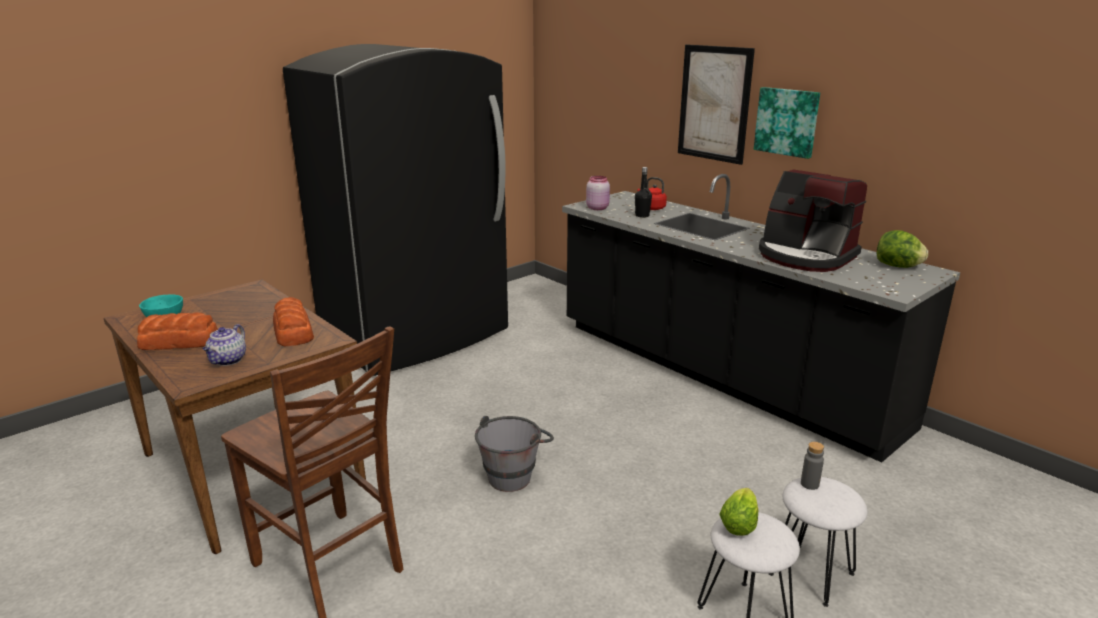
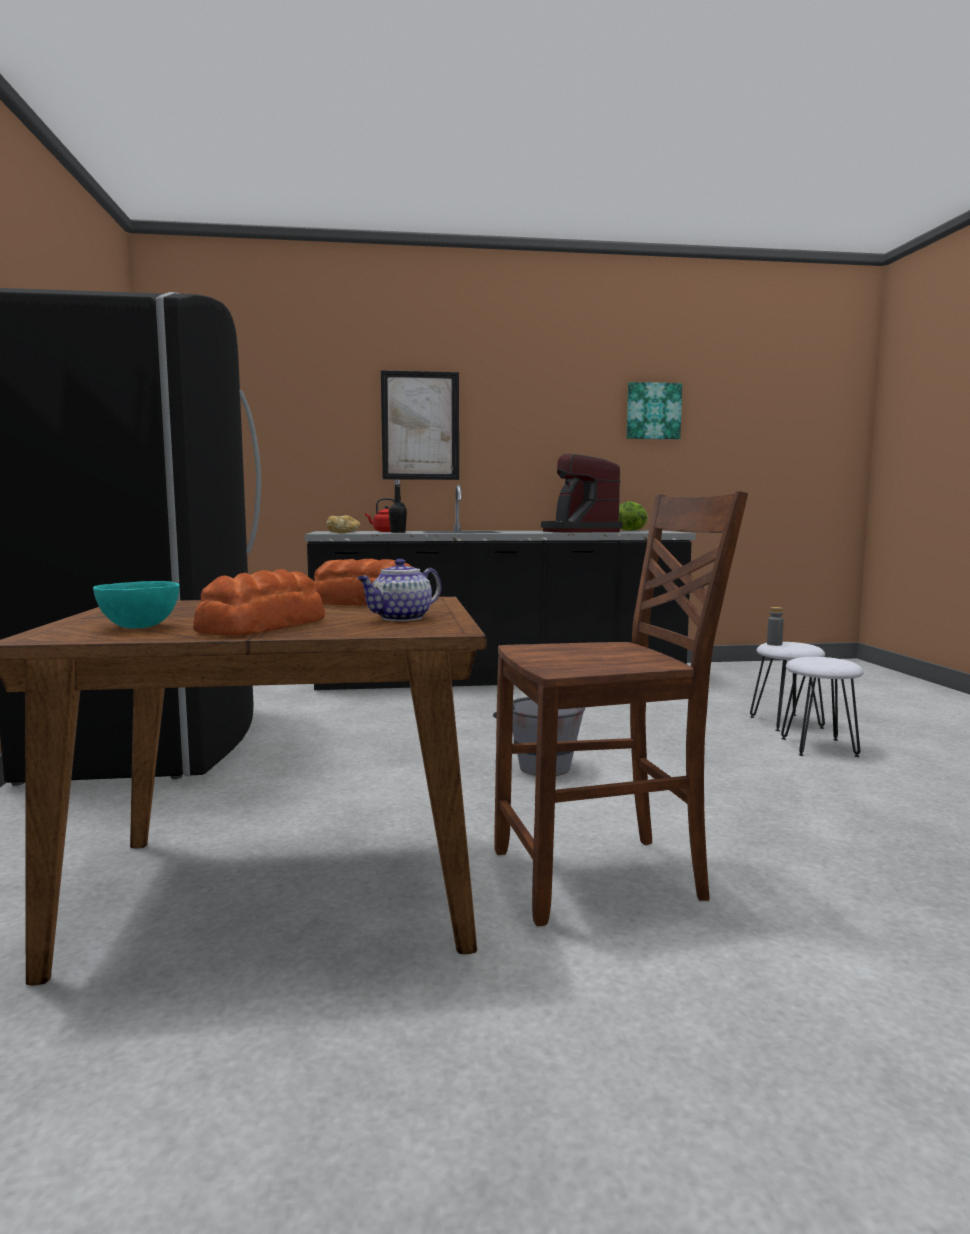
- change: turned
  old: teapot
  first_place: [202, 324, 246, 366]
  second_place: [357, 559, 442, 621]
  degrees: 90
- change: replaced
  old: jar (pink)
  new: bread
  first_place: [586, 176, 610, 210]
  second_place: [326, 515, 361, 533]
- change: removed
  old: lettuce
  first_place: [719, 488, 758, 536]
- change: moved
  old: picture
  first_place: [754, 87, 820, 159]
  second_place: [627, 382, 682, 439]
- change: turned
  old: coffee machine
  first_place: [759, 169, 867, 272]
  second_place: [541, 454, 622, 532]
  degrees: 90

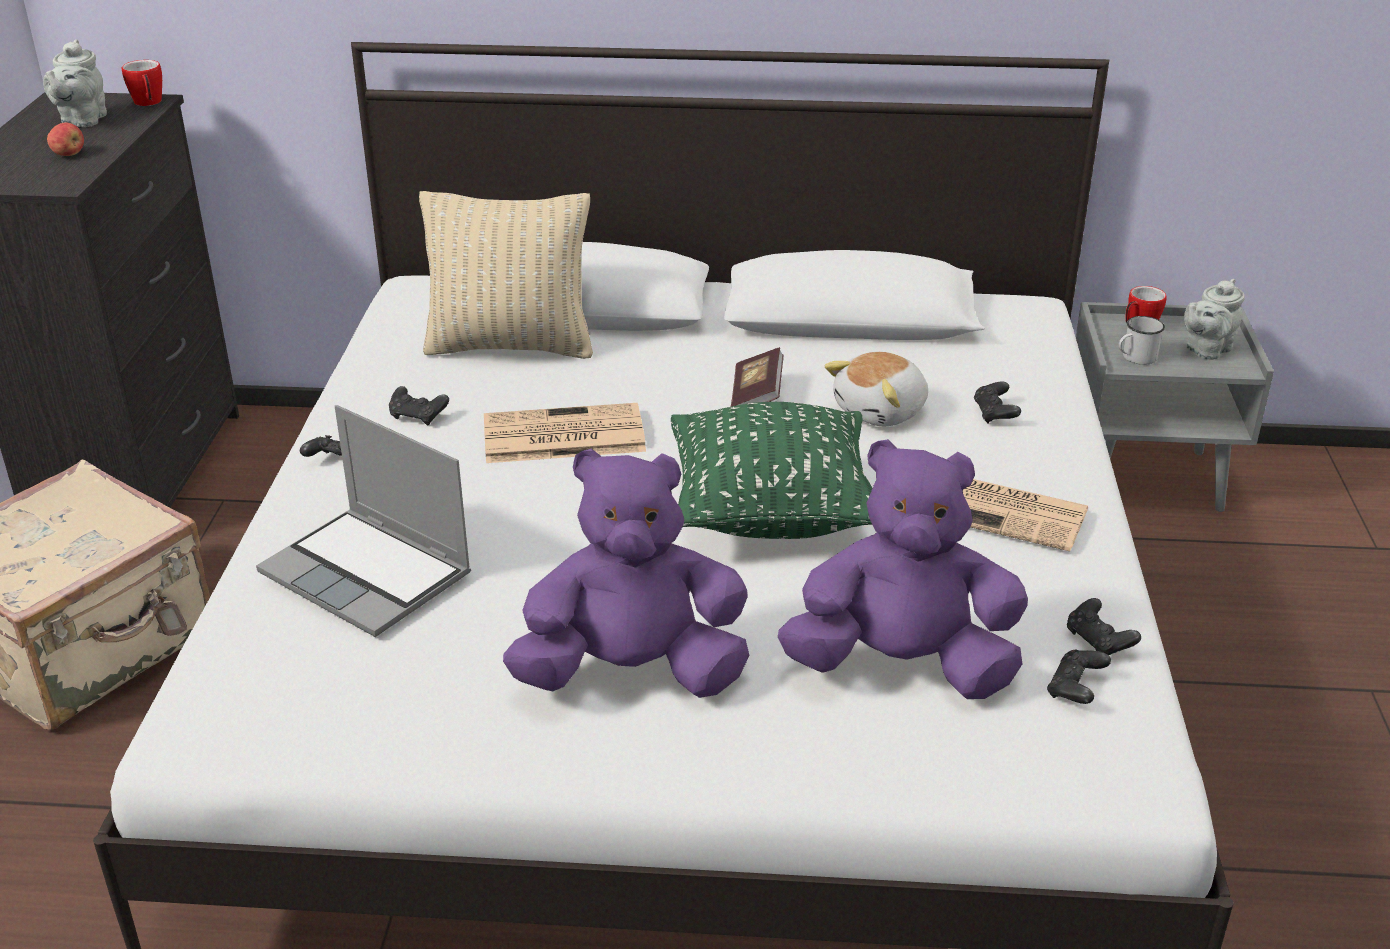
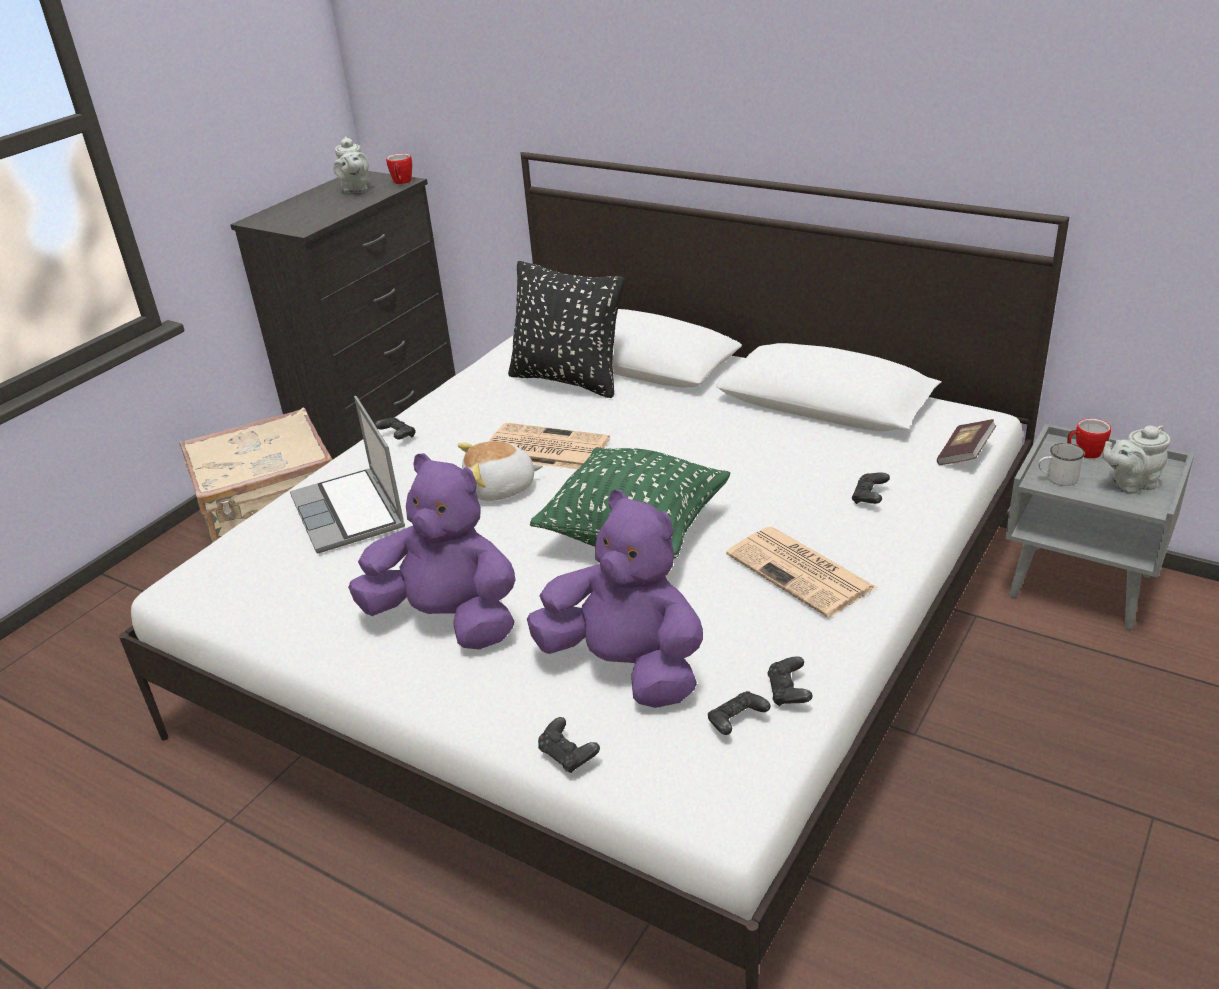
- change: turned
  old: teapot (grey)
  first_place: [43, 39, 107, 127]
  second_place: [333, 137, 369, 193]
  degrees: -45
- change: removed
  old: apple
  first_place: [47, 123, 84, 156]
- change: moved
  old: game controller (black)
  first_place: [389, 386, 449, 425]
  second_place: [538, 717, 600, 773]
- change: recoloured
  old: pillow (beige)
  new: pillow (black)
  first_place: [419, 191, 593, 359]
  second_place: [508, 261, 624, 398]
- change: moved
  old: book
  first_place: [731, 347, 784, 407]
  second_place: [937, 419, 996, 465]
- change: moved
  old: plush toy
  first_place: [825, 352, 928, 426]
  second_place: [458, 441, 543, 501]

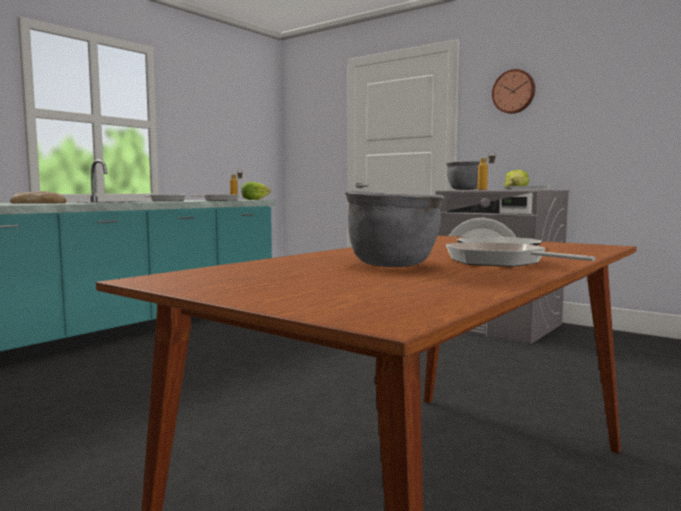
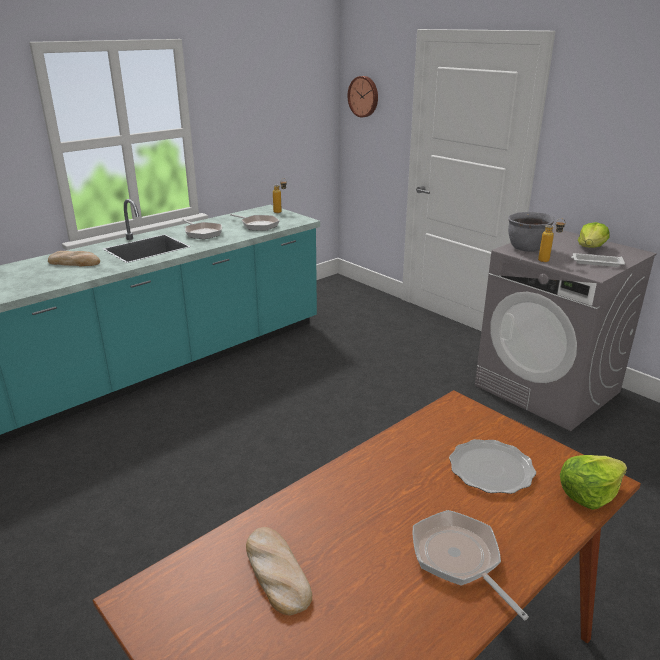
- change: moved
  old: lettuce
  first_place: [241, 182, 271, 200]
  second_place: [560, 455, 627, 510]
- change: removed
  old: cooking pot (grey)
  first_place: [345, 191, 445, 267]
- change: moved
  old: wall clock
  first_place: [492, 69, 535, 114]
  second_place: [348, 76, 378, 117]
- change: added
  new: bread
  second_place: [246, 527, 312, 615]

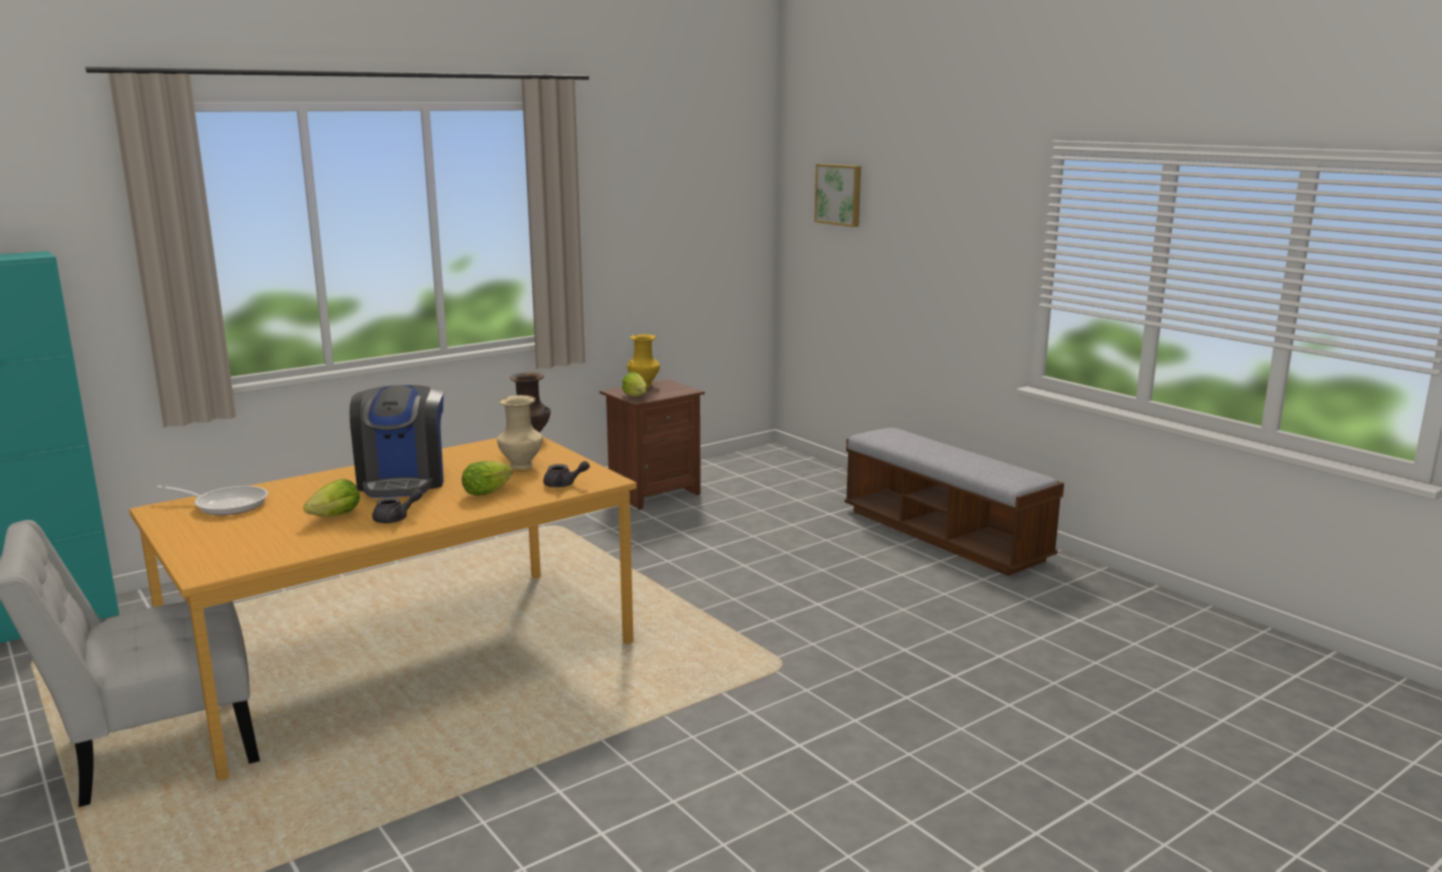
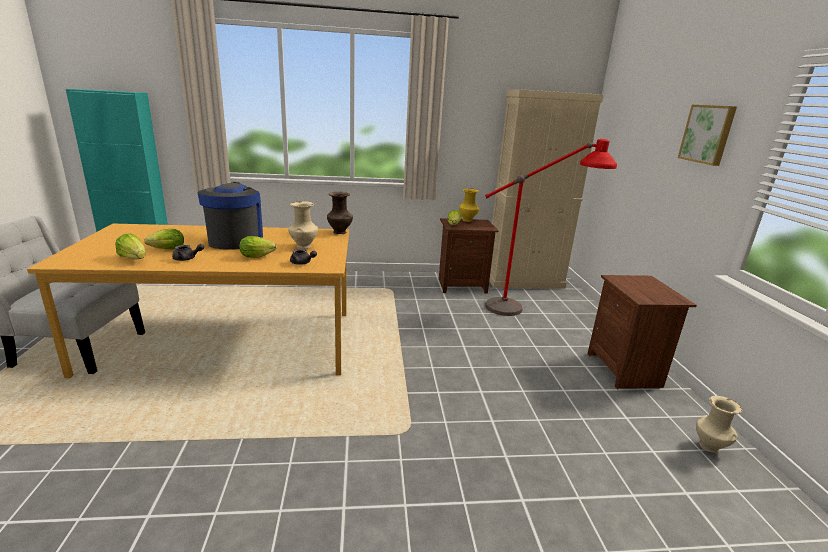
- change: removed
  old: frying pan
  first_place: [156, 486, 268, 515]
- change: turned
  old: coffee machine
  first_place: [350, 385, 444, 498]
  second_place: [198, 182, 263, 250]
  degrees: 150
- change: moved
  old: picture
  first_place: [814, 164, 861, 227]
  second_place: [678, 105, 737, 166]
- change: replaced
  old: bench
  new: nightstand (brown)
  first_place: [844, 428, 1064, 576]
  second_place: [588, 275, 697, 389]
- change: added
  new: lettuce
  second_place: [115, 234, 146, 259]
- change: added
  new: floor lamp (red)
  second_place: [485, 139, 617, 316]
- change: added
  new: cabinet (beige)
  second_place: [489, 89, 604, 289]
- change: added
  new: vase (beige)
  second_place: [696, 396, 743, 453]

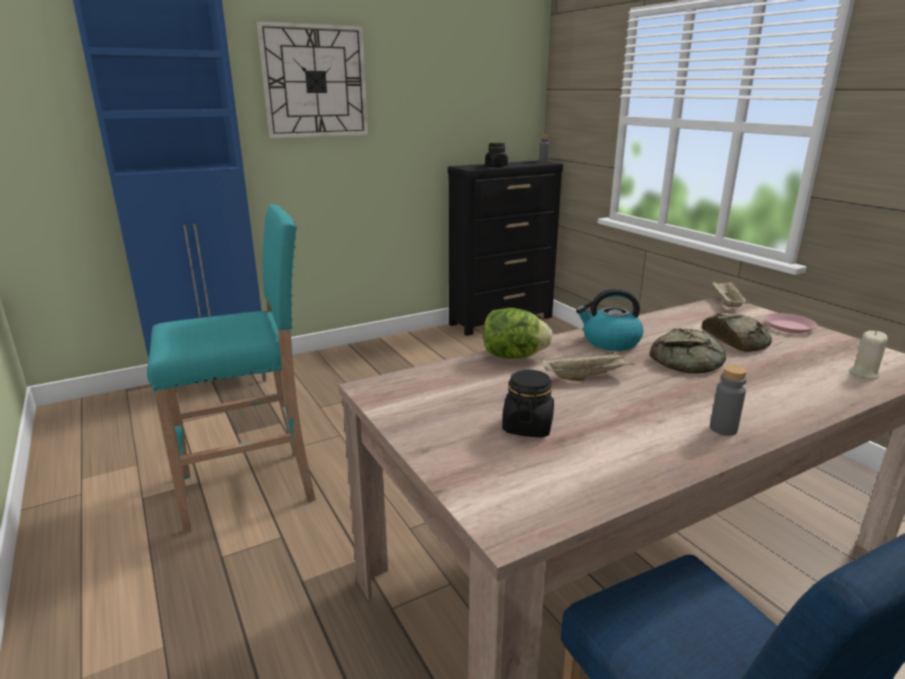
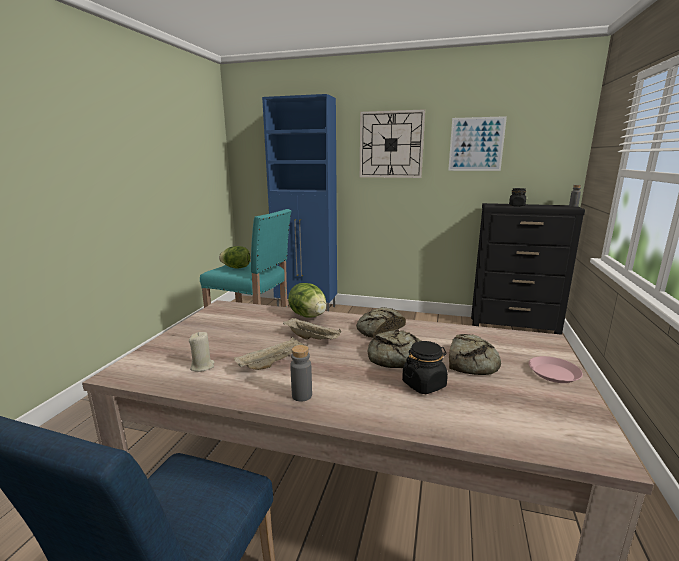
- change: moved
  old: jar (black)
  first_place: [502, 370, 554, 437]
  second_place: [402, 341, 448, 394]
- change: replaced
  old: kettle
  new: bread
  first_place: [576, 289, 643, 351]
  second_place: [356, 307, 406, 338]
- change: moved
  old: tray (beige)
  first_place: [712, 281, 748, 307]
  second_place: [234, 337, 307, 370]
- change: moved
  old: candle (beige)
  first_place: [849, 331, 888, 379]
  second_place: [189, 332, 215, 372]
- change: added
  new: lettuce
  second_place: [219, 246, 250, 268]
- change: added
  new: picture
  second_place: [448, 116, 507, 171]

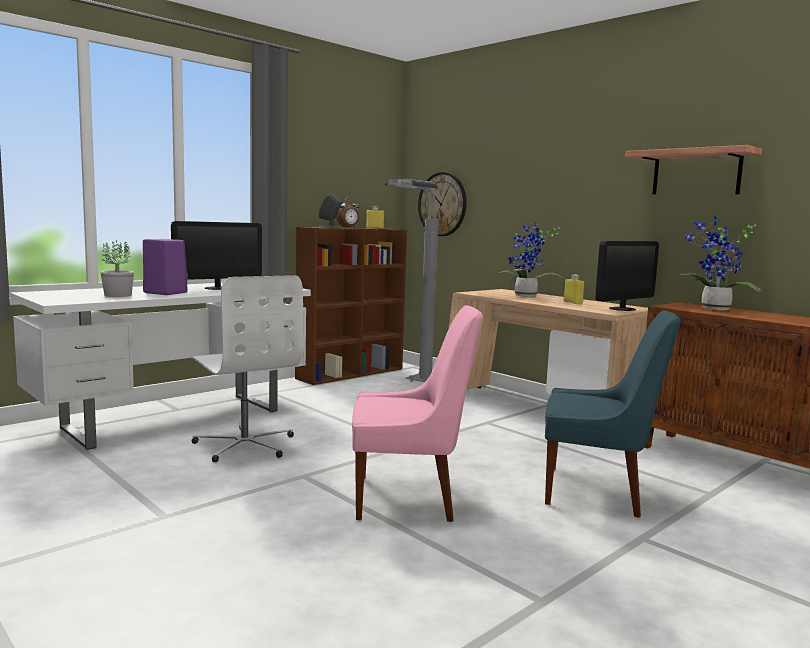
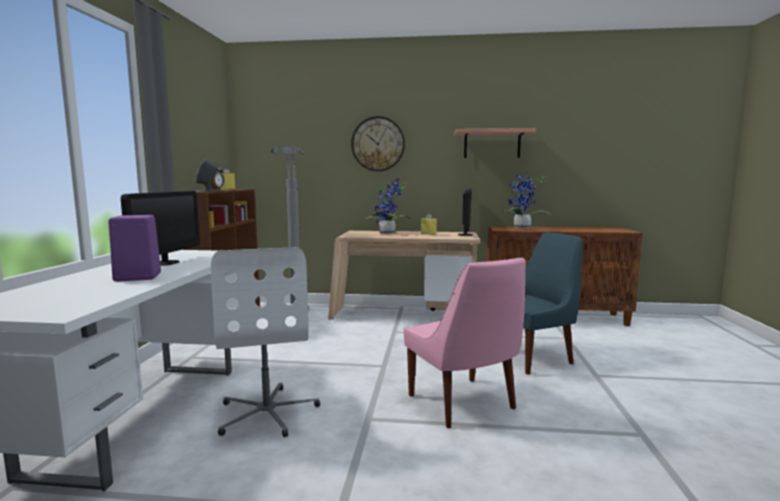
- change: removed
  old: potted plant
  first_place: [100, 240, 134, 297]
- change: turned
  old: office chair (white)
  first_place: [191, 275, 304, 463]
  second_place: [211, 247, 320, 437]
  degrees: 60
- change: turned
  old: chair (pink)
  first_place: [352, 305, 483, 522]
  second_place: [403, 257, 526, 428]
  degrees: 105
- change: moved
  old: wall clock
  first_place: [418, 172, 467, 236]
  second_place: [351, 116, 405, 171]

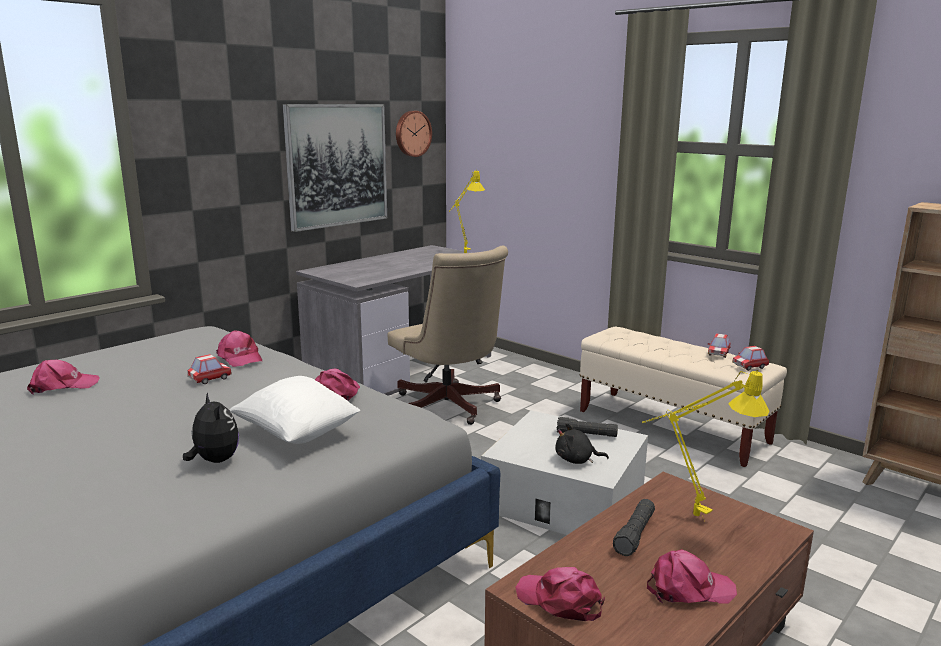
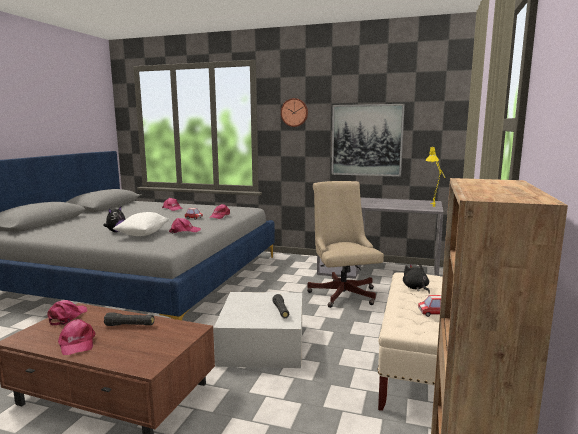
- change: turned
  old: office chair (beige)
  first_place: [387, 246, 508, 425]
  second_place: [307, 181, 384, 308]
  degrees: 135
- change: moved
  old: wall clock
  first_place: [396, 111, 432, 157]
  second_place: [281, 98, 308, 127]
- change: moved
  old: plush toy (black)
  first_place: [555, 423, 609, 464]
  second_place: [403, 264, 430, 294]
- change: removed
  old: table lamp (yellow)
  first_place: [642, 370, 769, 519]
- change: removed
  old: toy car
  first_place: [732, 346, 769, 371]

